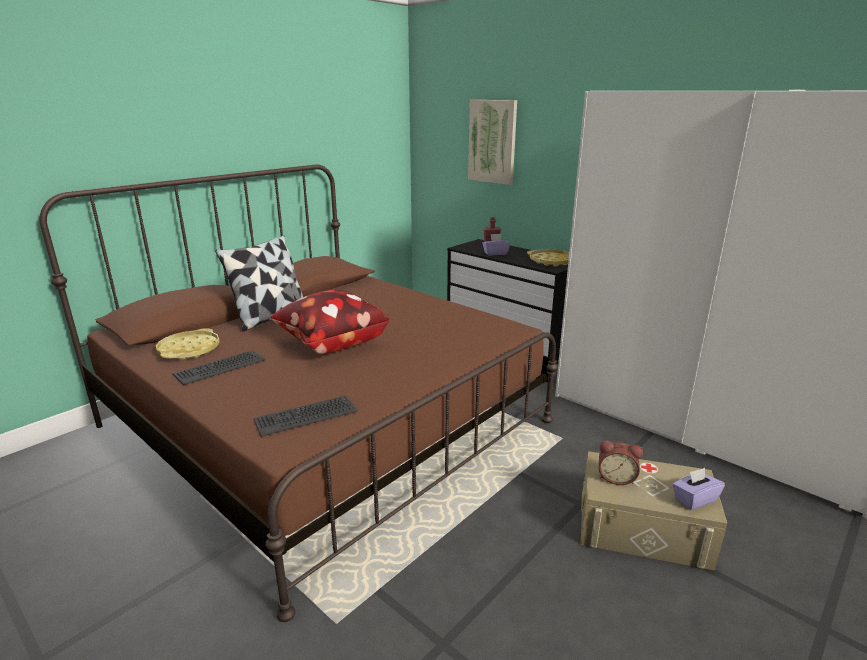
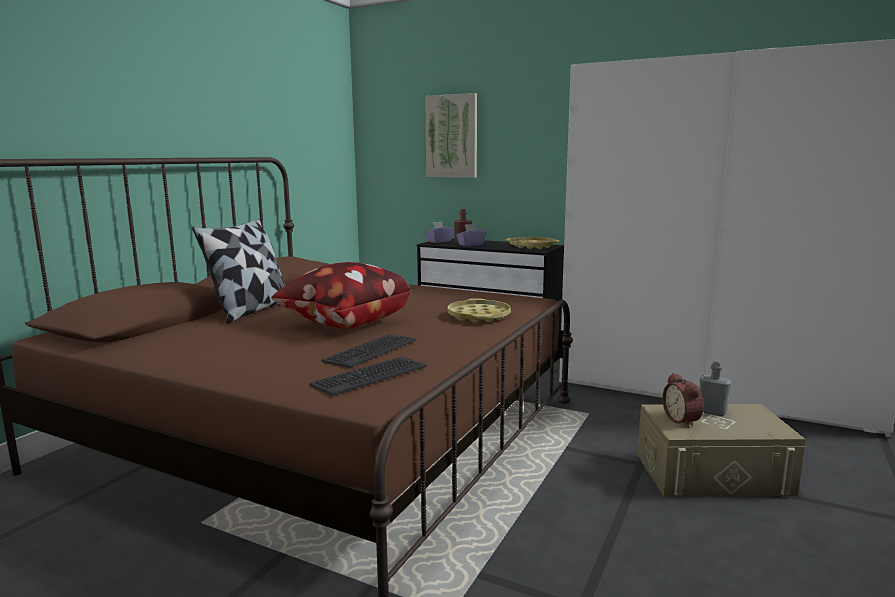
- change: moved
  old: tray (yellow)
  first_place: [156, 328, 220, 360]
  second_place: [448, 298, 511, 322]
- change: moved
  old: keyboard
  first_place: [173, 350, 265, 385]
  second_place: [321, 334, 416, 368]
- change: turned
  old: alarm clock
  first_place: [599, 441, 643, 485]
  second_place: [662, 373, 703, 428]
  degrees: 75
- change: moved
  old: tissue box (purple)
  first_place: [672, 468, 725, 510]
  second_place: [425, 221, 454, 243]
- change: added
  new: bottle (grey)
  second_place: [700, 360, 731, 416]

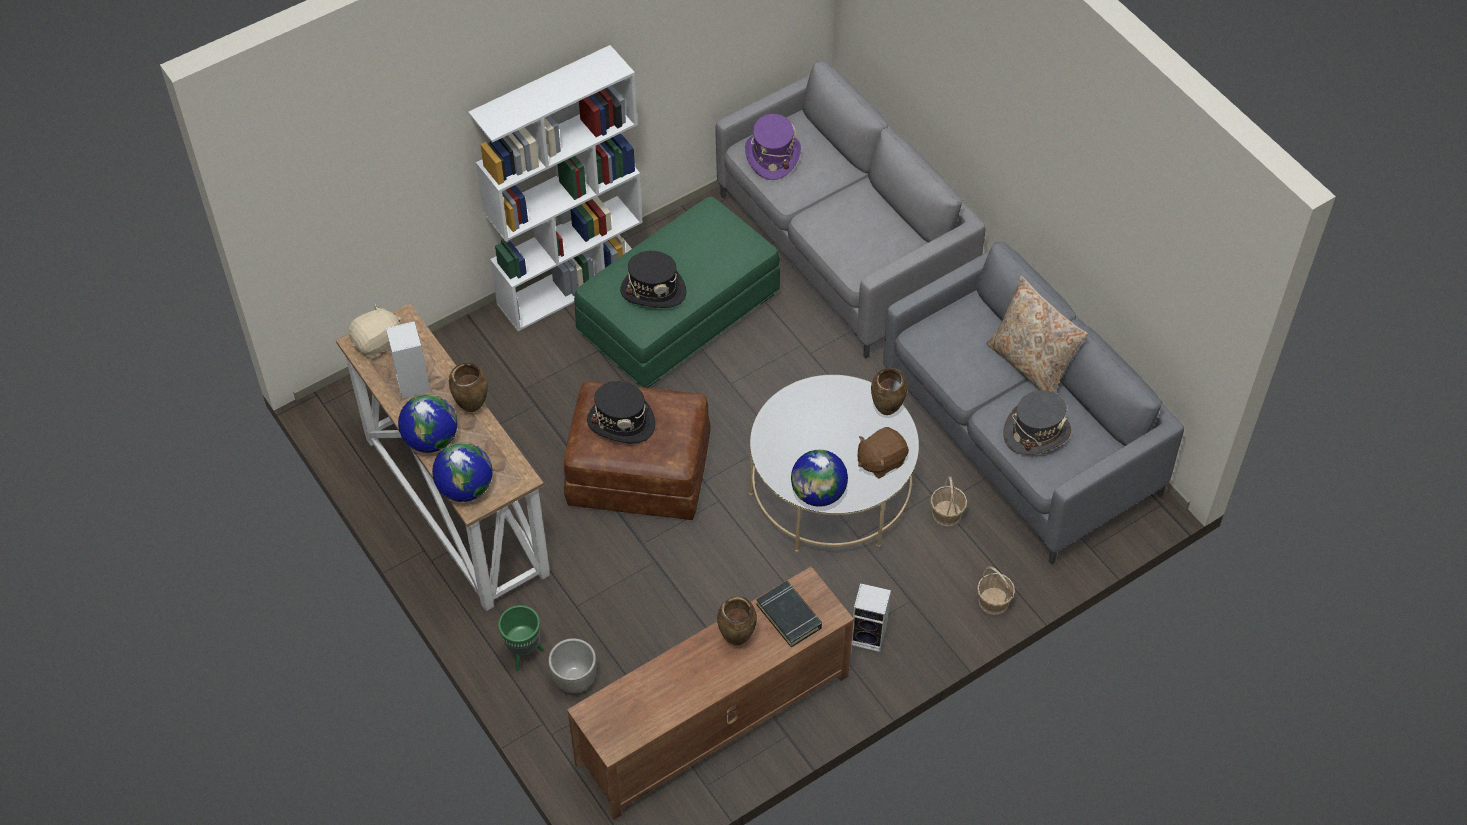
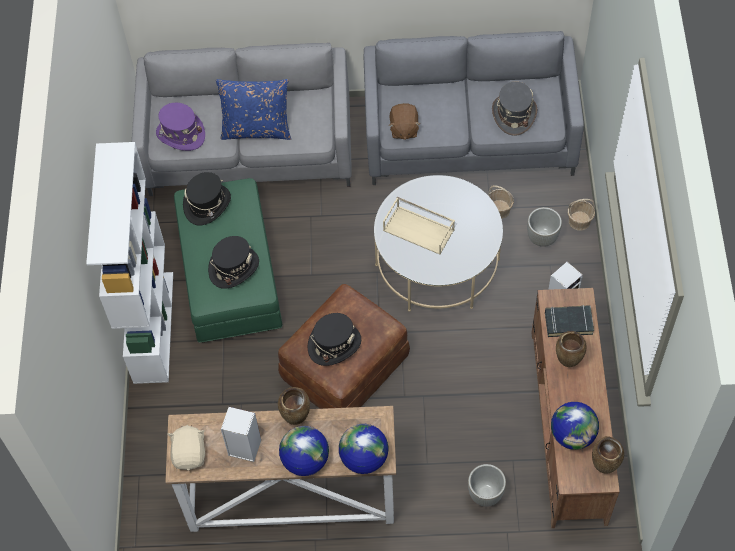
- change: removed
  old: planter (green)
  first_place: [498, 605, 544, 671]
- change: moved
  old: globe
  first_place: [791, 450, 848, 507]
  second_place: [551, 402, 599, 450]
- change: moved
  old: plush toy (brown)
  first_place: [858, 427, 909, 478]
  second_place: [389, 103, 420, 140]
- change: moved
  old: vase (brown)
  first_place: [871, 368, 908, 415]
  second_place: [592, 436, 624, 474]
- change: removed
  old: pillow (beige)
  first_place: [987, 276, 1088, 393]
- change: added
  new: hat (black)
  second_place: [183, 172, 231, 226]
- change: added
  new: pillow (blue)
  second_place: [216, 79, 291, 140]
- change: added
  new: tray (beige)
  second_place: [383, 197, 455, 255]
- change: added
  new: planter (grey)
  second_place: [527, 207, 562, 247]

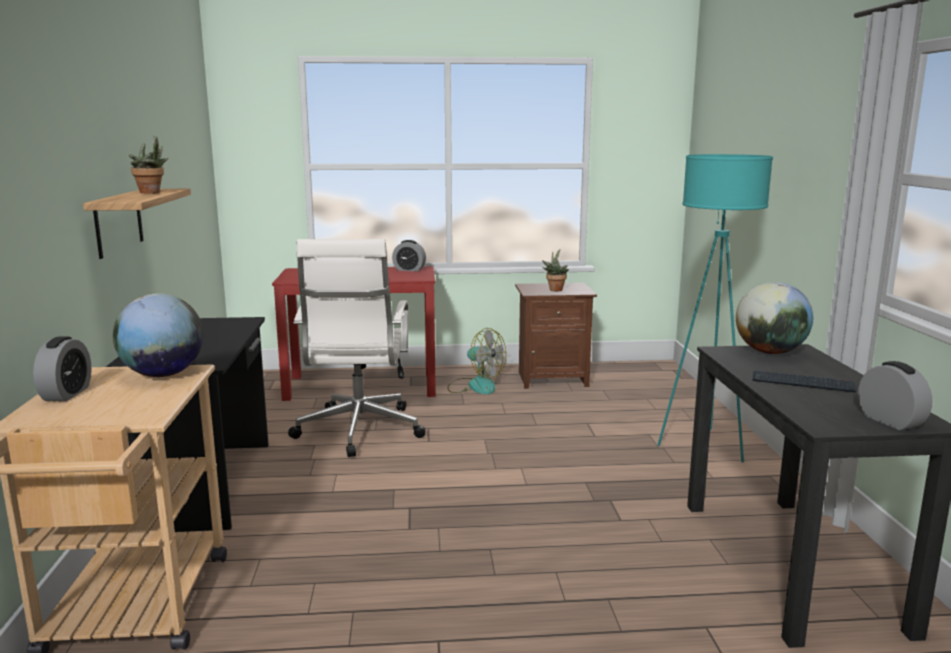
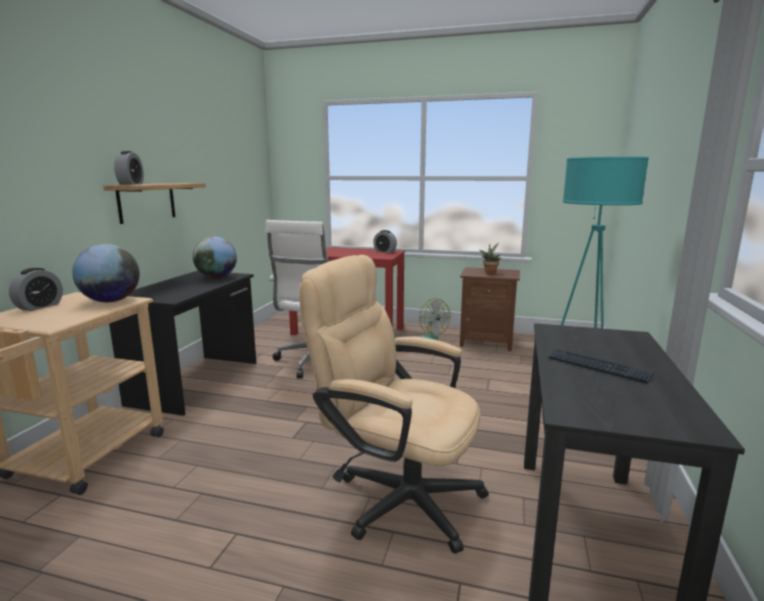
- change: removed
  old: potted plant
  first_place: [129, 136, 169, 193]
- change: moved
  old: globe
  first_place: [736, 282, 813, 354]
  second_place: [193, 236, 237, 278]
- change: moved
  old: alarm clock
  first_place: [858, 361, 933, 430]
  second_place: [114, 151, 144, 185]
- change: added
  new: office chair (beige)
  second_place: [299, 255, 489, 554]

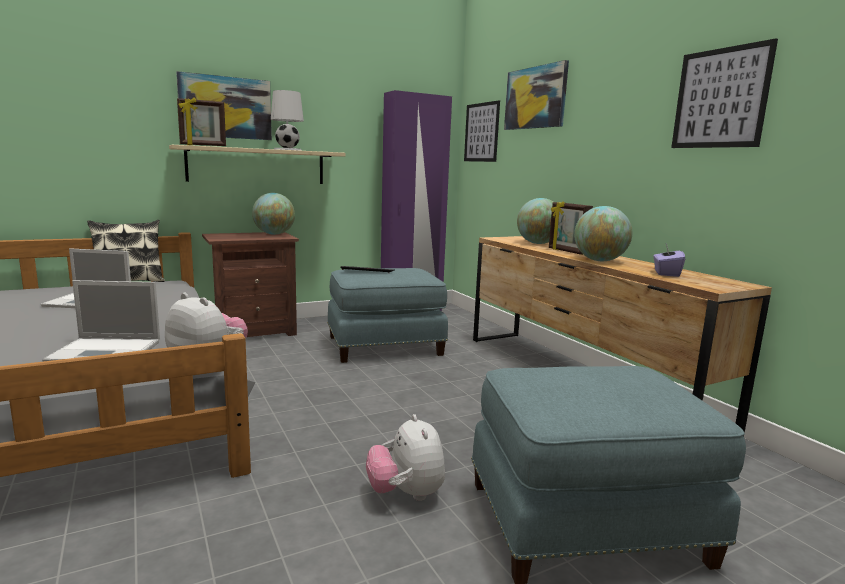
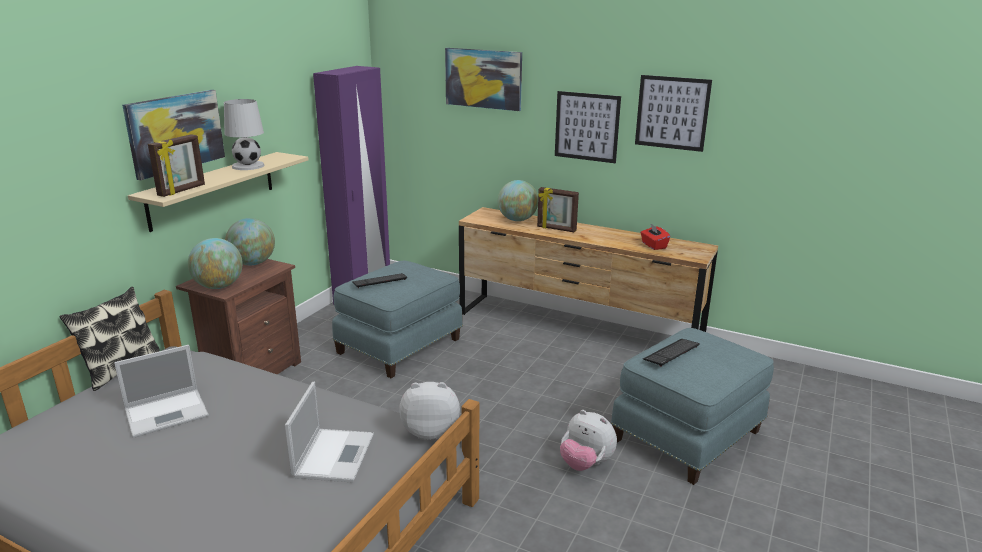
- change: turned
  old: laptop
  first_place: [42, 280, 160, 361]
  second_place: [285, 381, 374, 483]
  degrees: -45
- change: moved
  old: picture
  first_place: [464, 100, 500, 162]
  second_place: [555, 91, 621, 163]
- change: moved
  old: globe
  first_place: [574, 206, 632, 261]
  second_place: [188, 238, 243, 289]
- change: recoloured
  old: tissue box (purple)
  new: tissue box (red)
  first_place: [653, 244, 685, 277]
  second_place: [640, 224, 670, 250]
- change: added
  new: keyboard
  second_place: [643, 339, 700, 367]

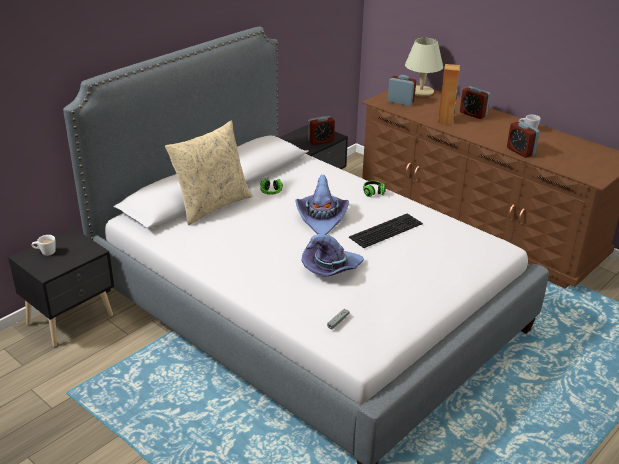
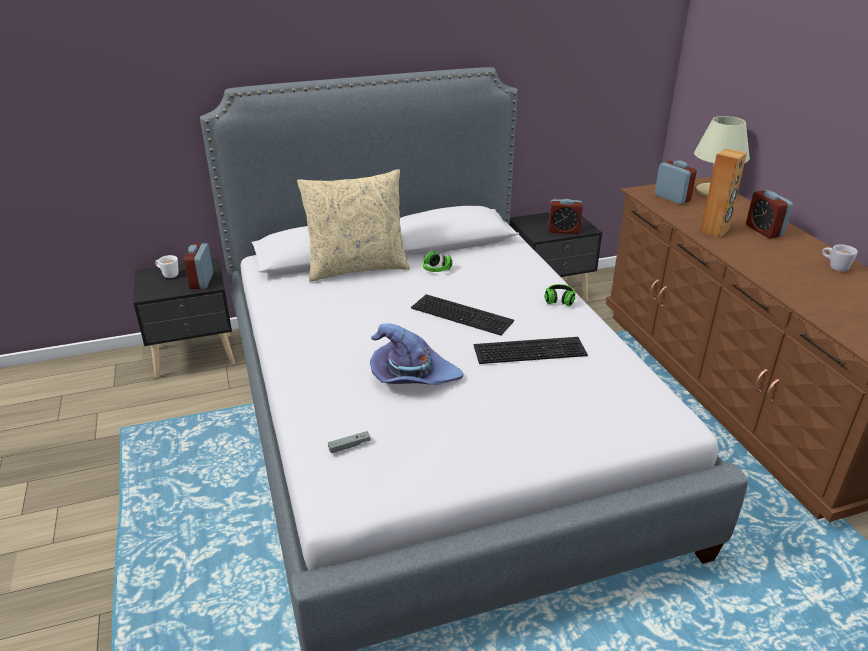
- change: replaced
  old: hat (purple)
  new: keyboard
  first_place: [296, 175, 349, 235]
  second_place: [411, 294, 514, 336]
- change: moved
  old: alarm clock
  first_place: [507, 121, 540, 158]
  second_place: [184, 243, 213, 289]

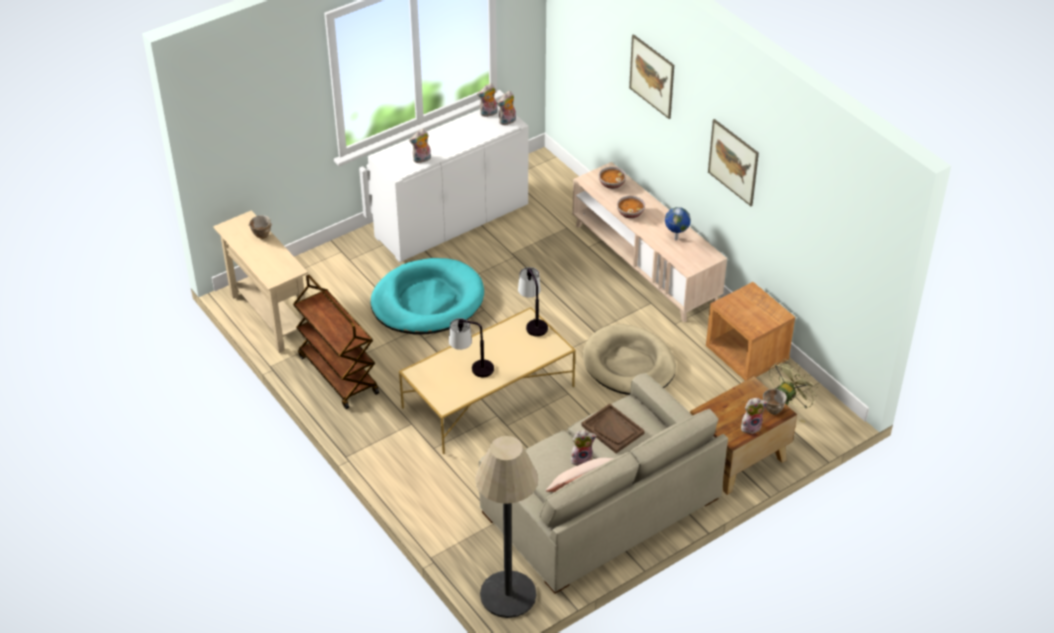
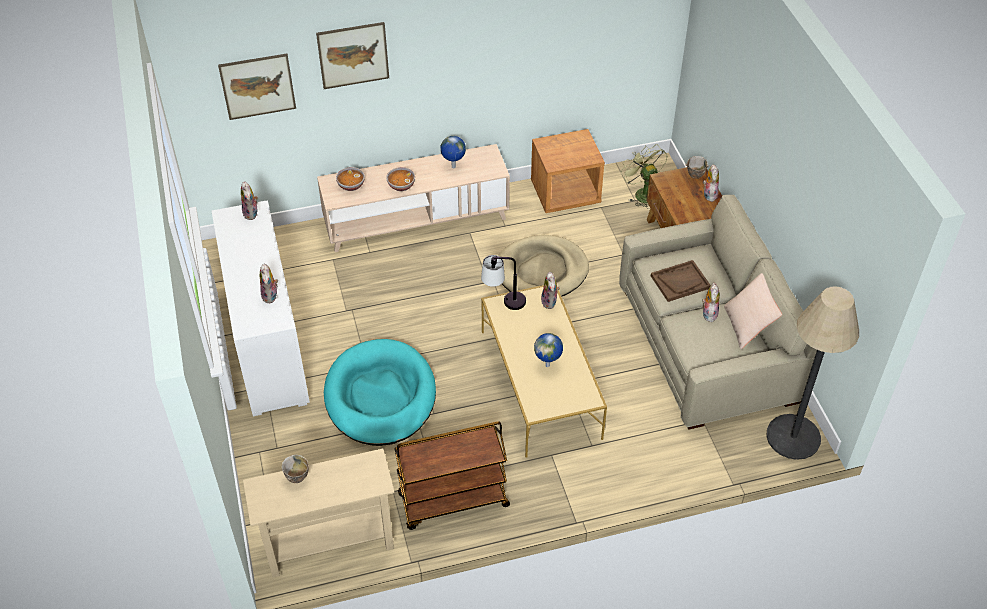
- change: replaced
  old: table lamp
  new: globe
  first_place: [449, 318, 494, 377]
  second_place: [534, 333, 563, 367]
- change: moved
  old: plush toy
  first_place: [477, 83, 497, 117]
  second_place: [541, 272, 560, 309]
- change: moved
  old: picture
  first_place: [708, 119, 759, 206]
  second_place: [218, 54, 296, 120]

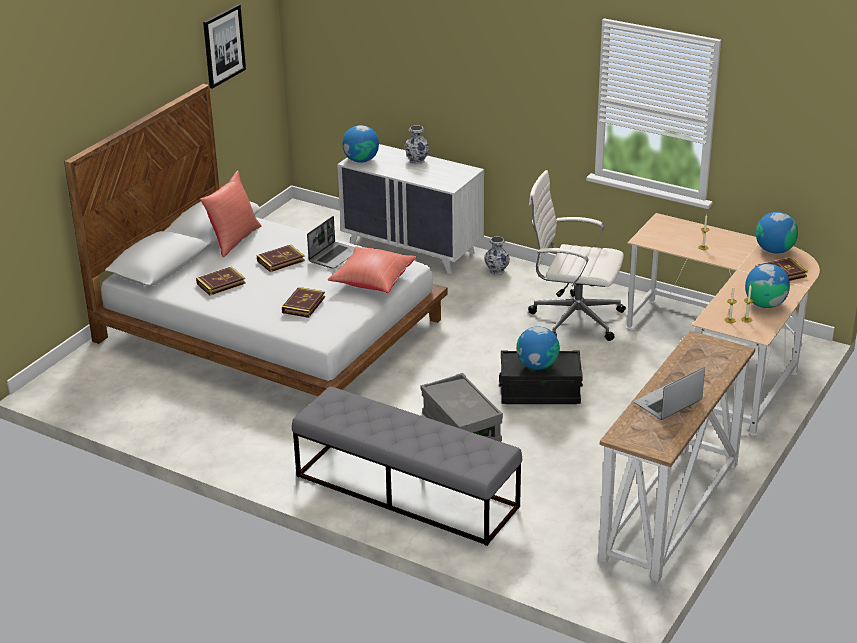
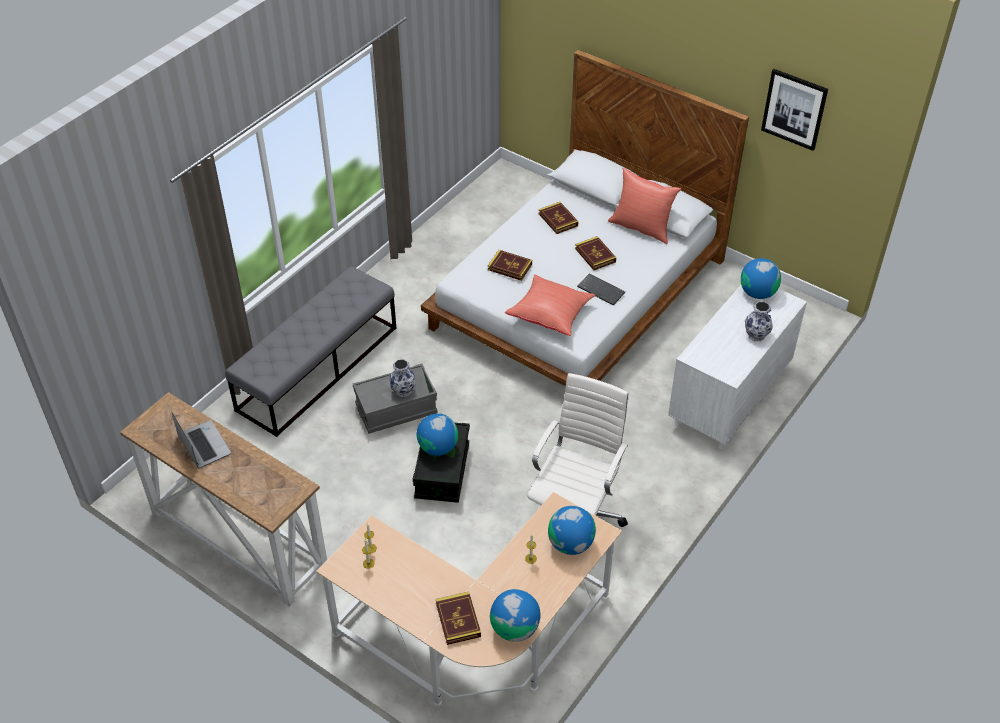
- change: replaced
  old: laptop
  new: keyboard
  first_place: [307, 216, 355, 269]
  second_place: [577, 273, 625, 305]
- change: moved
  old: vase
  first_place: [484, 236, 510, 275]
  second_place: [389, 359, 416, 397]
- change: moved
  old: globe
  first_place: [745, 264, 790, 308]
  second_place: [548, 506, 596, 555]

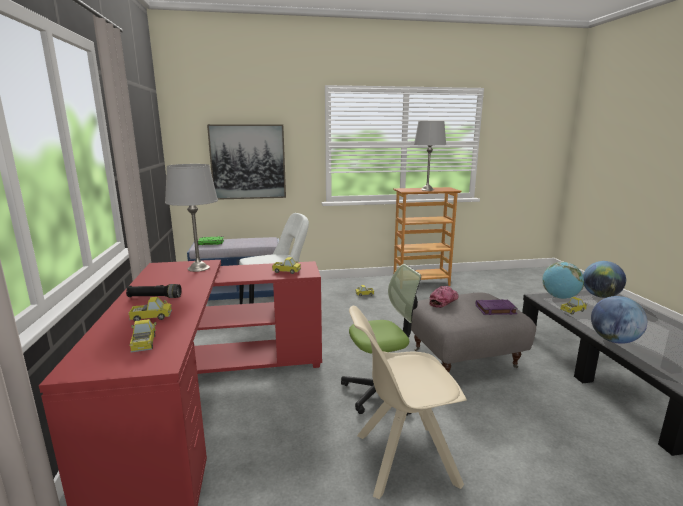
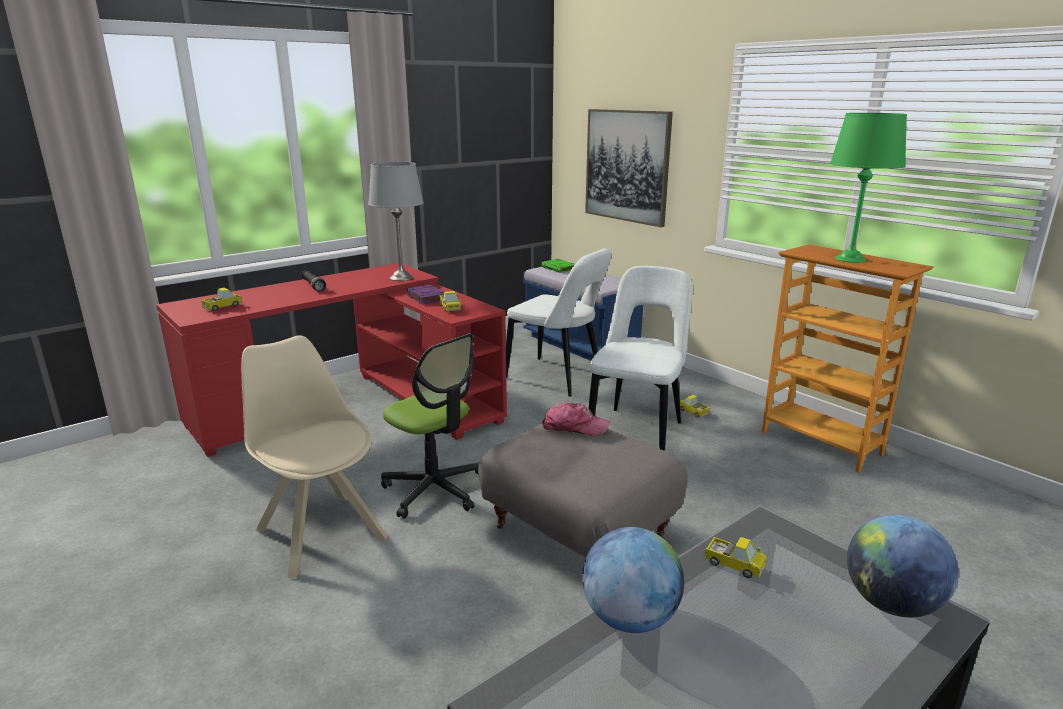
- change: removed
  old: toy truck
  first_place: [128, 297, 172, 321]
- change: recoloured
  old: table lamp (grey)
  new: table lamp (green)
  first_place: [414, 121, 446, 191]
  second_place: [830, 113, 907, 263]
- change: moved
  old: book (purple)
  first_place: [476, 299, 518, 315]
  second_place: [406, 285, 445, 305]
- change: removed
  old: globe
  first_place: [542, 262, 584, 299]
- change: added
  new: chair (white)
  second_place: [589, 266, 693, 451]

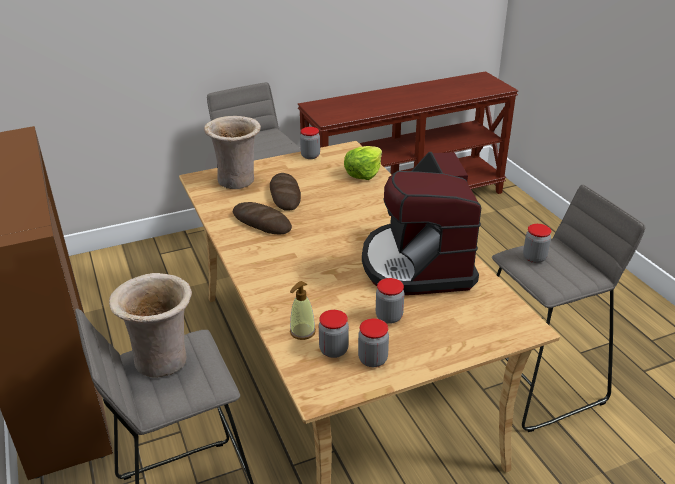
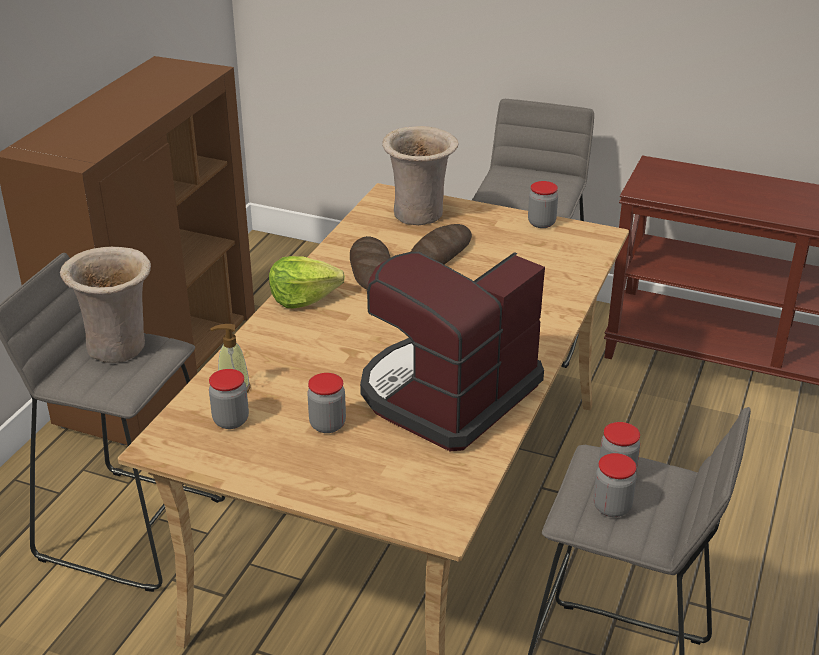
- change: moved
  old: lettuce
  first_place: [344, 146, 382, 180]
  second_place: [269, 256, 345, 309]
- change: moved
  old: jar
  first_place: [358, 318, 389, 367]
  second_place: [593, 453, 637, 517]

